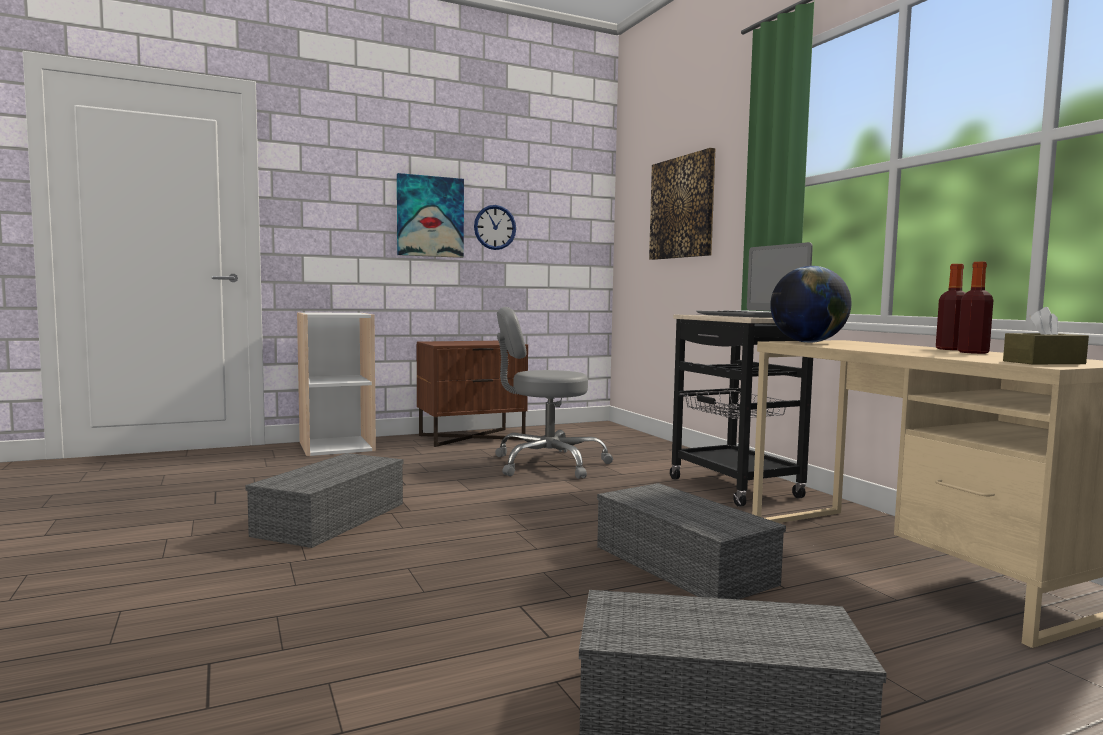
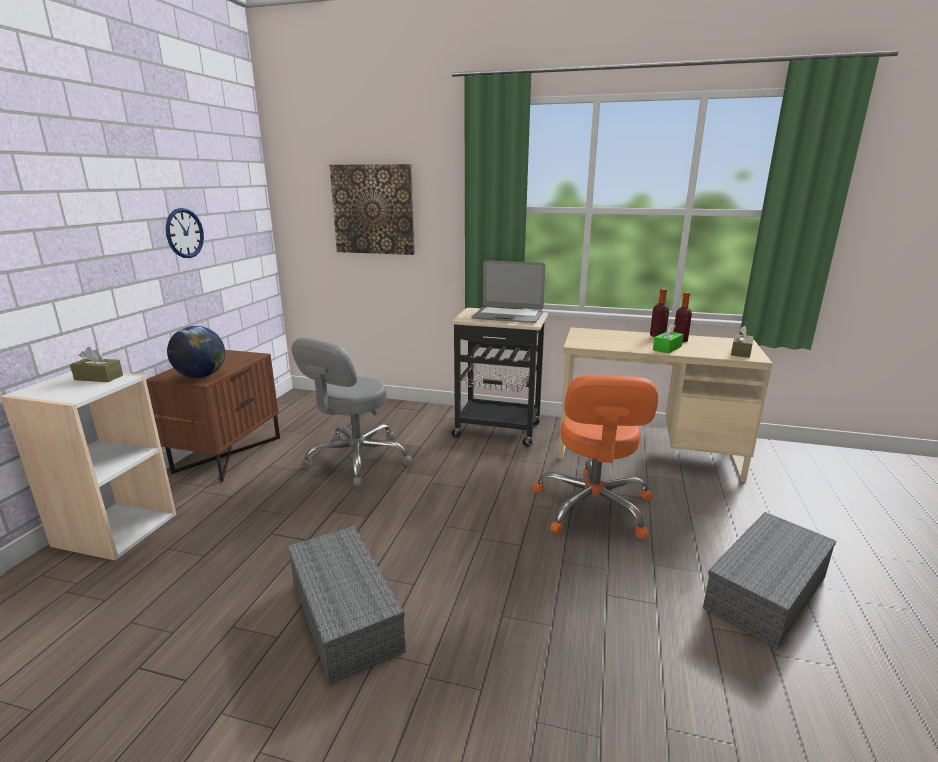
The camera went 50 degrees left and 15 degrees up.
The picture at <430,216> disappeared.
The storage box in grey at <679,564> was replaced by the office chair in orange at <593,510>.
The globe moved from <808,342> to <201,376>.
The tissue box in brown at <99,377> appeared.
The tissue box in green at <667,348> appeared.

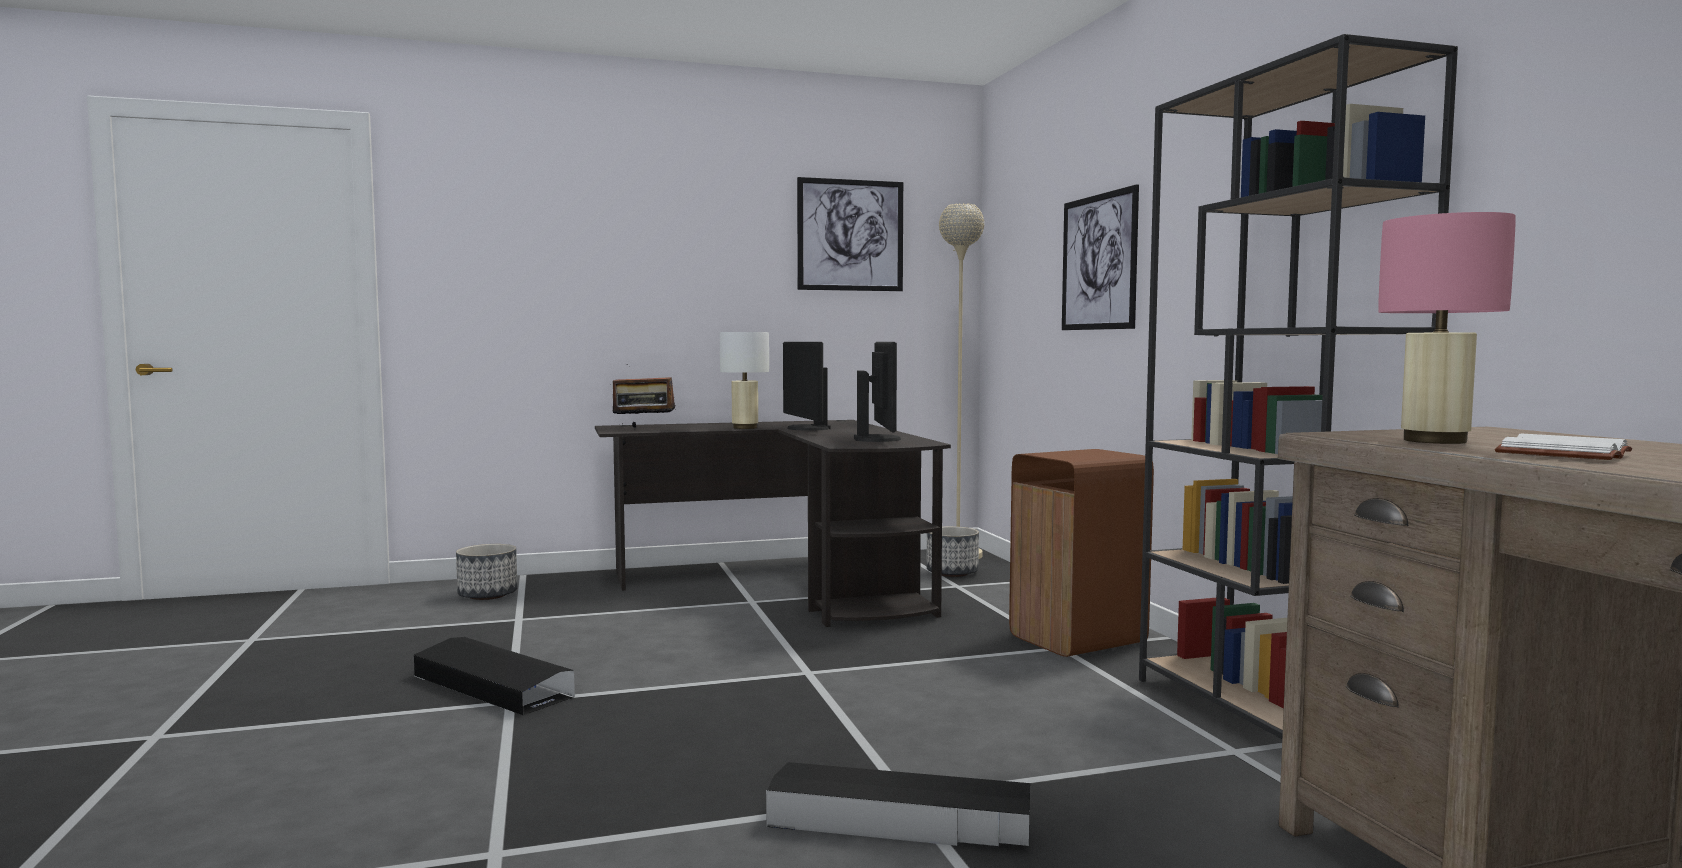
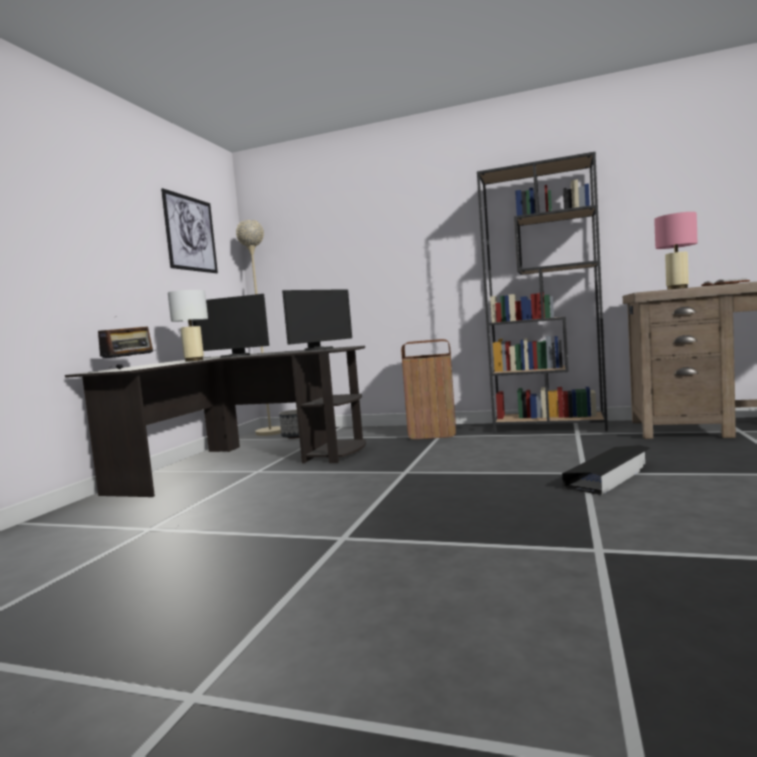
The camera went 55 degrees left and 0 degrees up.
The storage box in black at <492,686> disappeared.
The planter at <488,595> disappeared.
The monitor at <879,439> turned 105 degrees clockwise.
The picture at <1098,262> disappeared.

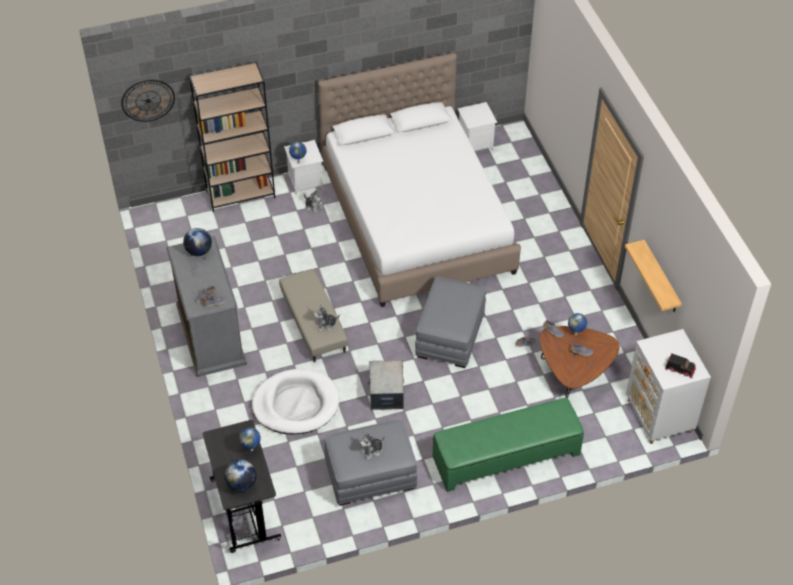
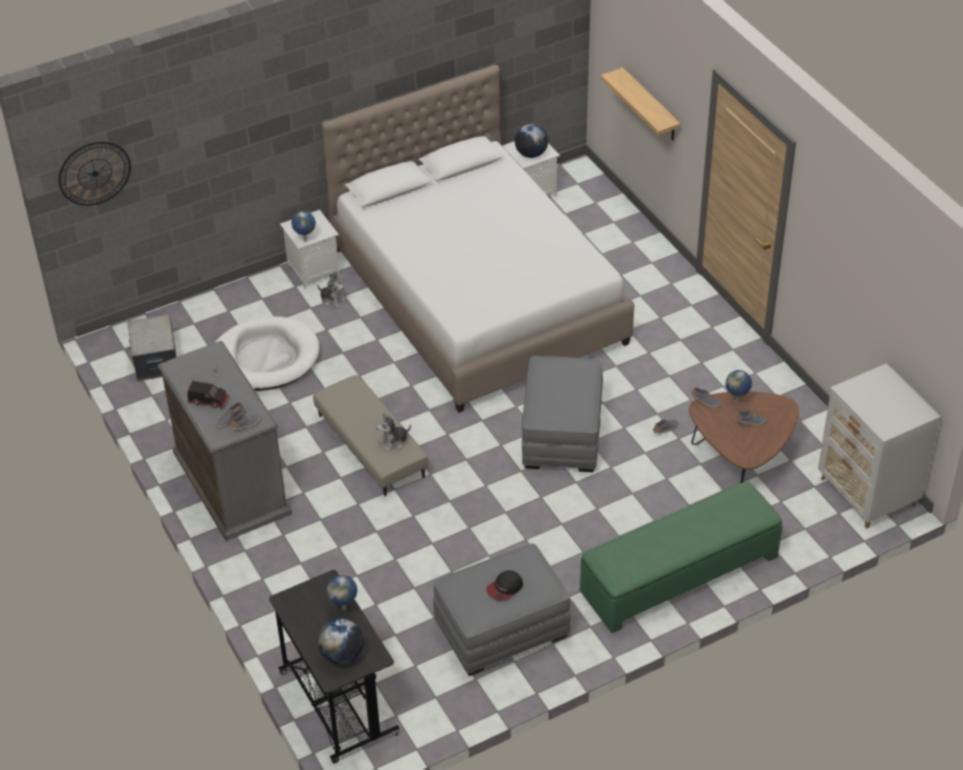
The camera went 10 degrees left and 5 degrees down.
The globe moved from <199,251> to <531,154>.
The bookcase in beige at <241,194> disappeared.
The dog bed in white moved from <296,404> to <264,358>.
The plush toy at <372,450> was replaced by the cap at <505,588>.
The storage box moved from <386,393> to <155,360>.
The shelf moved from <661,278> to <650,106>.
The toy truck moved from <680,369> to <208,400>.

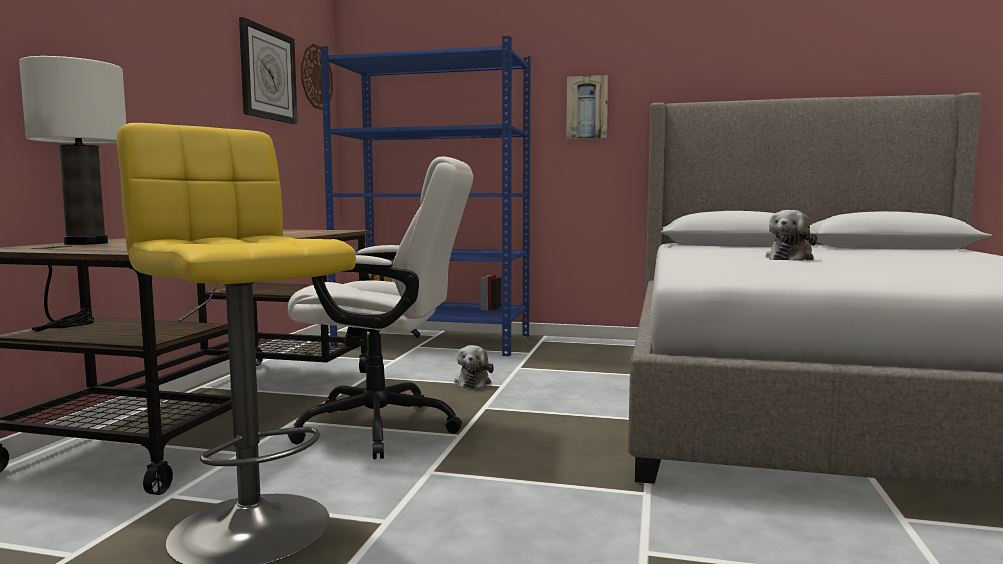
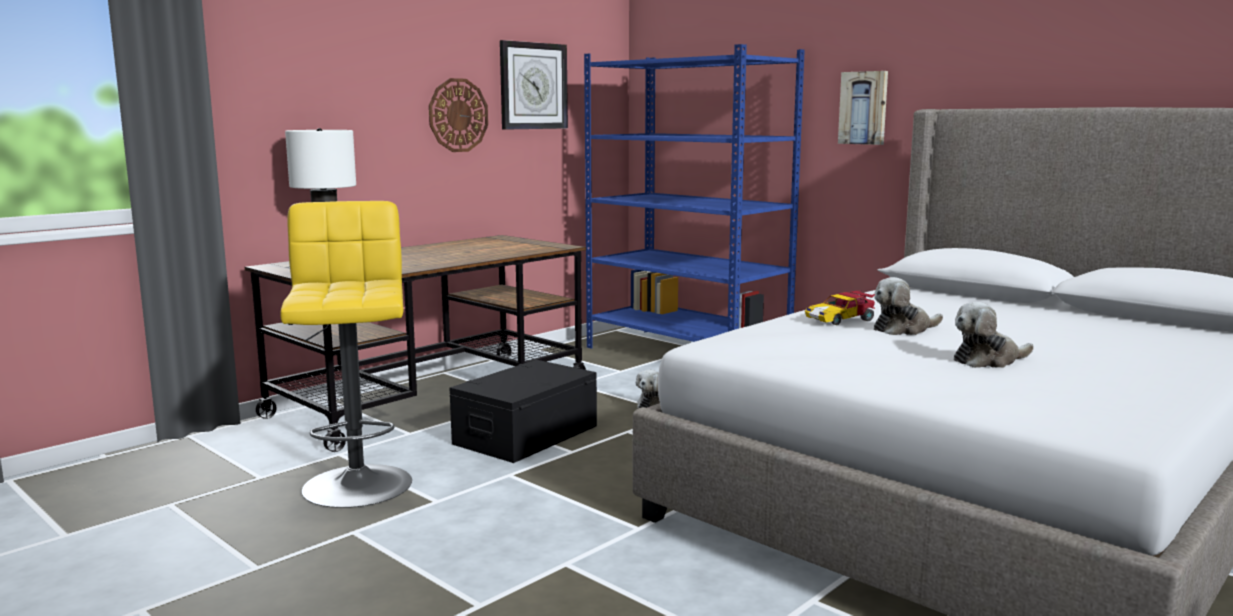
The camera went 30 degrees right and 5 degrees up.
The office chair in white at <386,429> was replaced by the storage box in black at <526,435>.
The wall clock moved from <316,77> to <458,115>.
The toy car at <841,320> appeared.
The plush toy at <988,361> appeared.

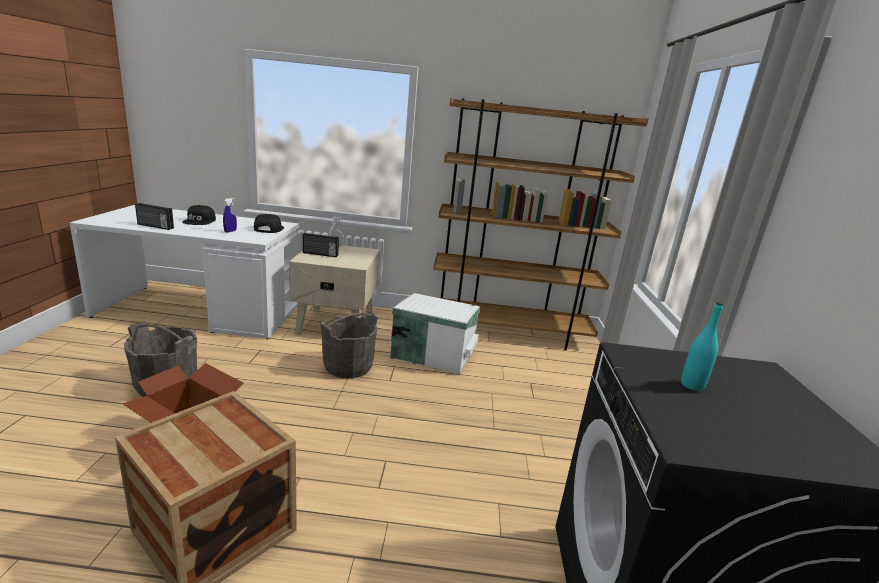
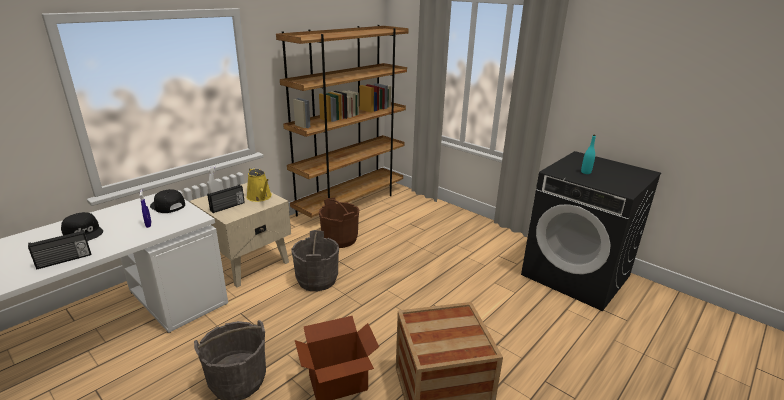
The camera went 50 degrees left and 5 degrees up.
The storage box in white at <433,352> was replaced by the bucket in brown at <339,239>.
The watering can in yellow at <260,197> appeared.

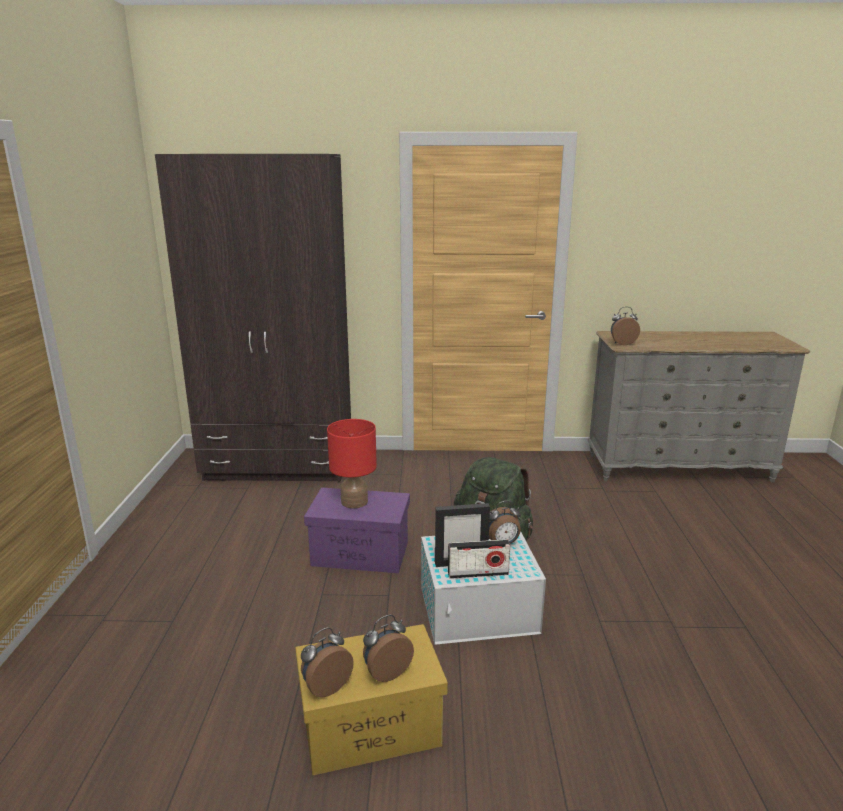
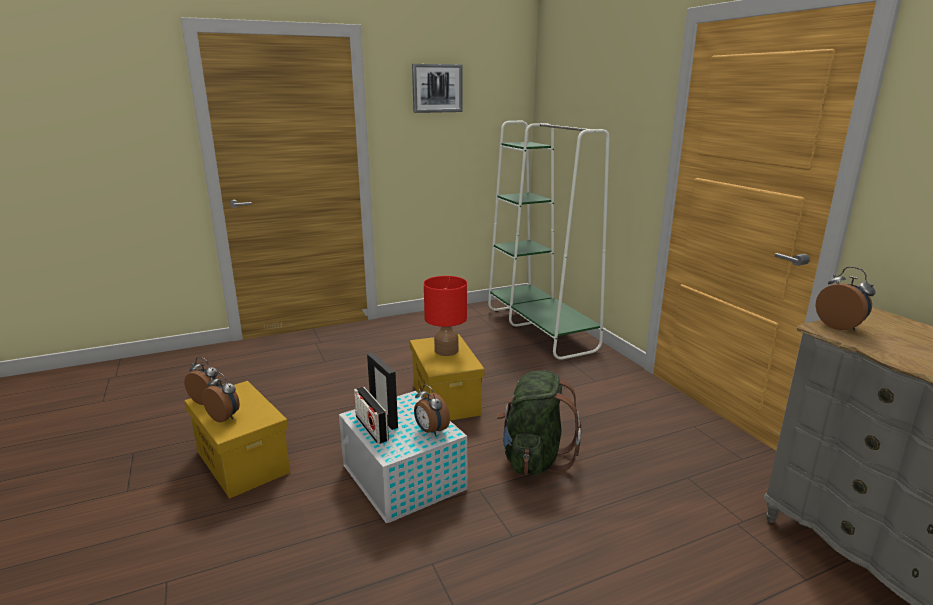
The camera went 65 degrees right and 0 degrees up.
The wardrobe in brown at <279,467> was replaced by the clothes rack in green at <540,330>.
The storage box in purple at <361,553> became the storage box in yellow at <446,399>.
The picture at <437,88> appeared.

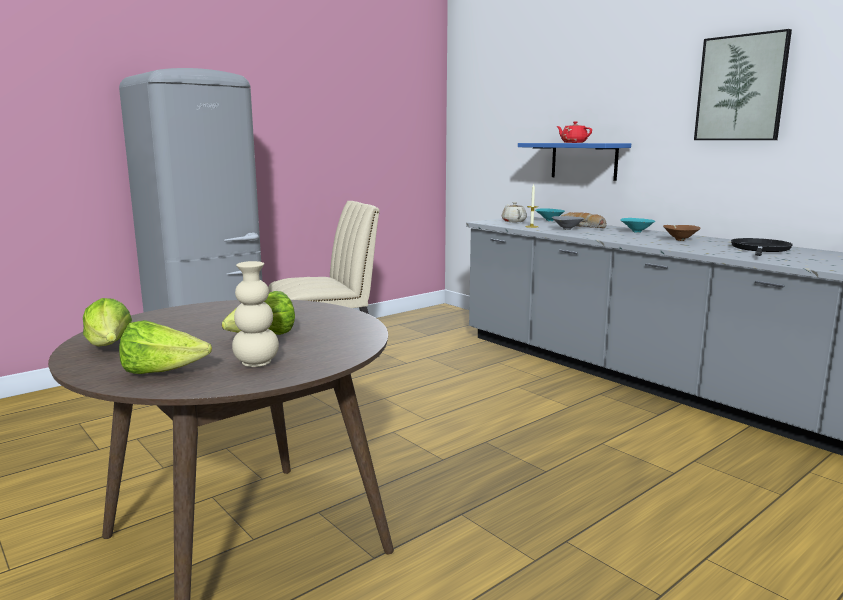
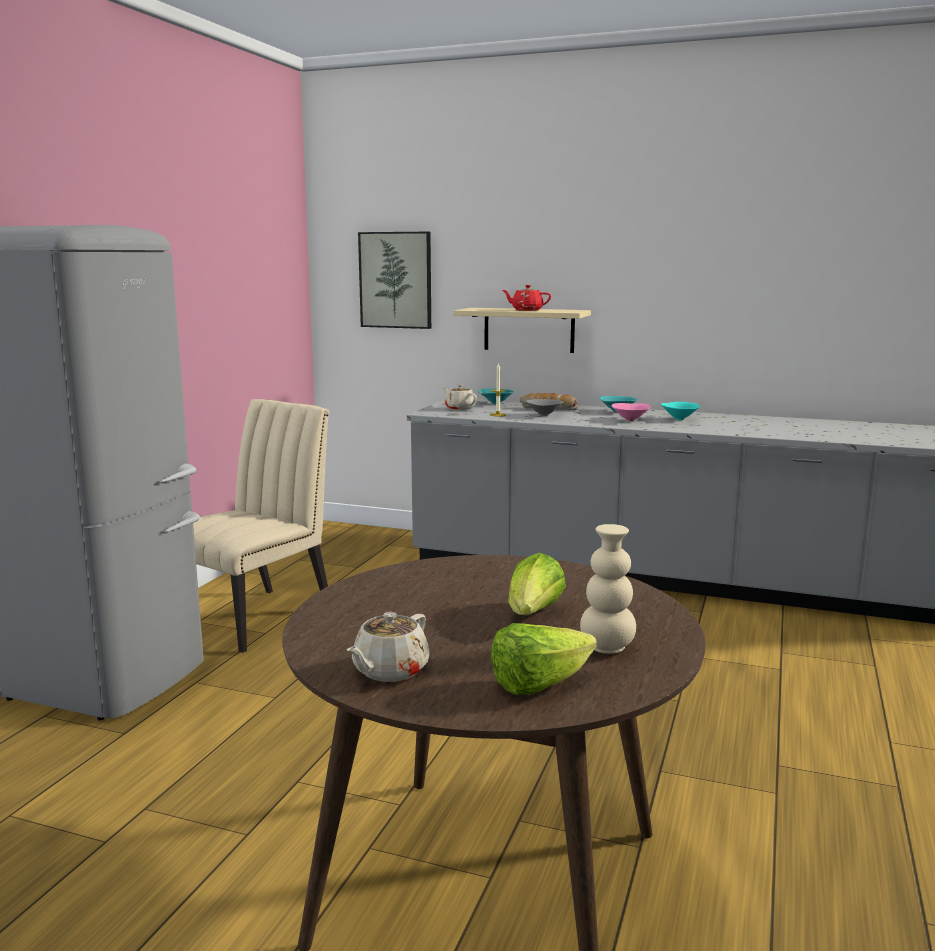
The camera went 30 degrees left and 0 degrees up.
The lettuce at <109,347> was replaced by the teapot in beige at <389,671>.
The shelf in blue at <584,161> became the shelf in beige at <529,330>.
The bowl in brown at <680,240> became the bowl in turquoise at <678,419>.
The picture moved from <741,88> to <396,280>.
The frying pan in black at <760,249> disappeared.
The bowl in pink at <630,420> appeared.

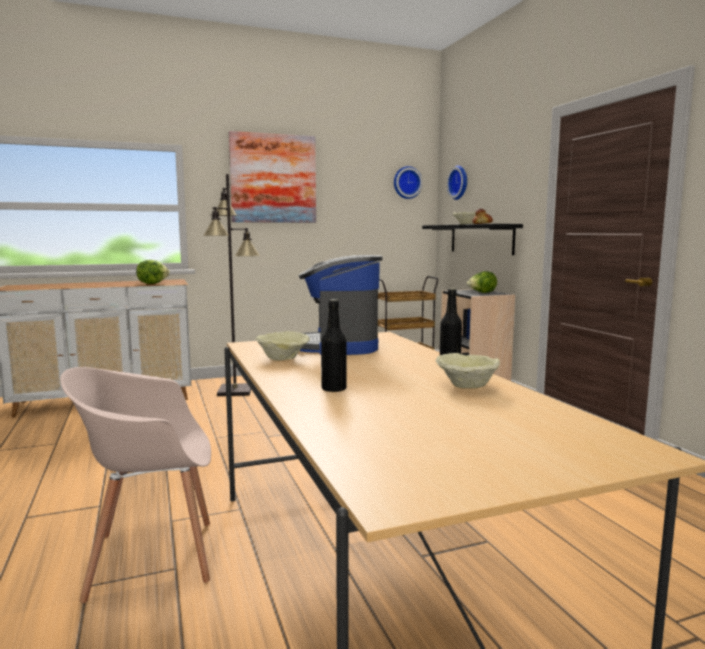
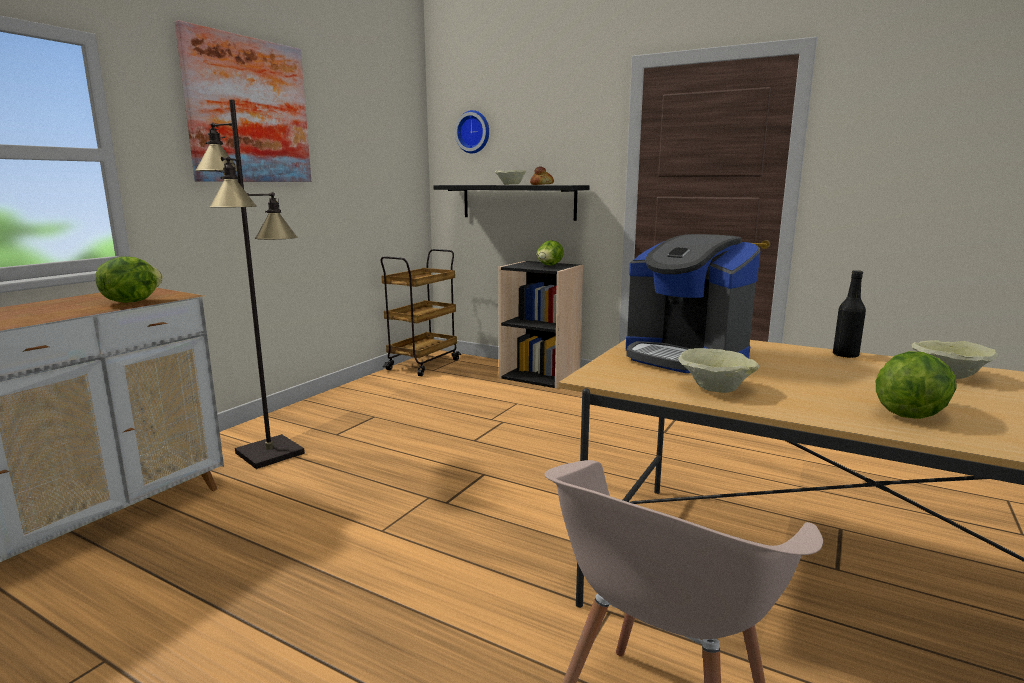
The camera went 40 degrees left and 5 degrees up.
The bottle in black at <334,389> was replaced by the lettuce at <911,412>.
The wall clock at <406,182> disappeared.

